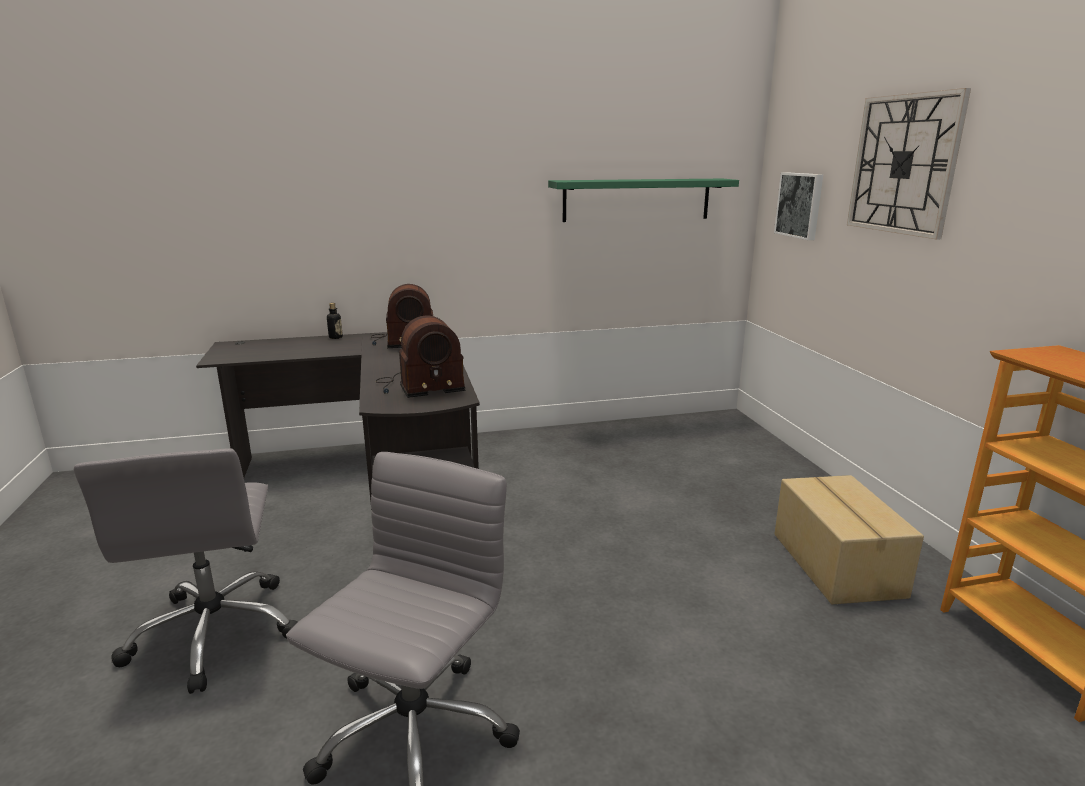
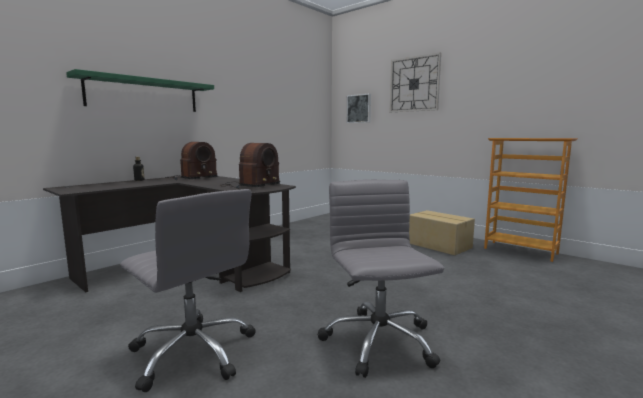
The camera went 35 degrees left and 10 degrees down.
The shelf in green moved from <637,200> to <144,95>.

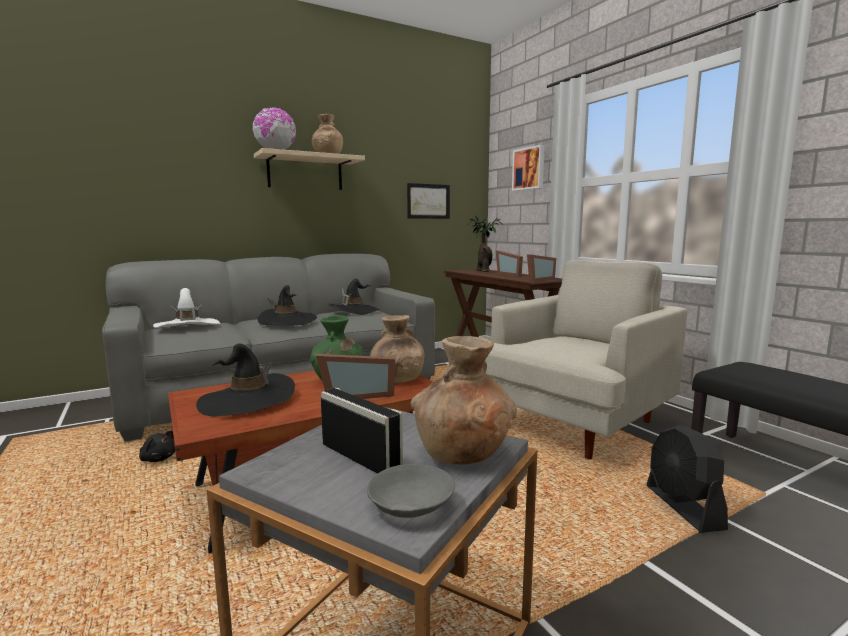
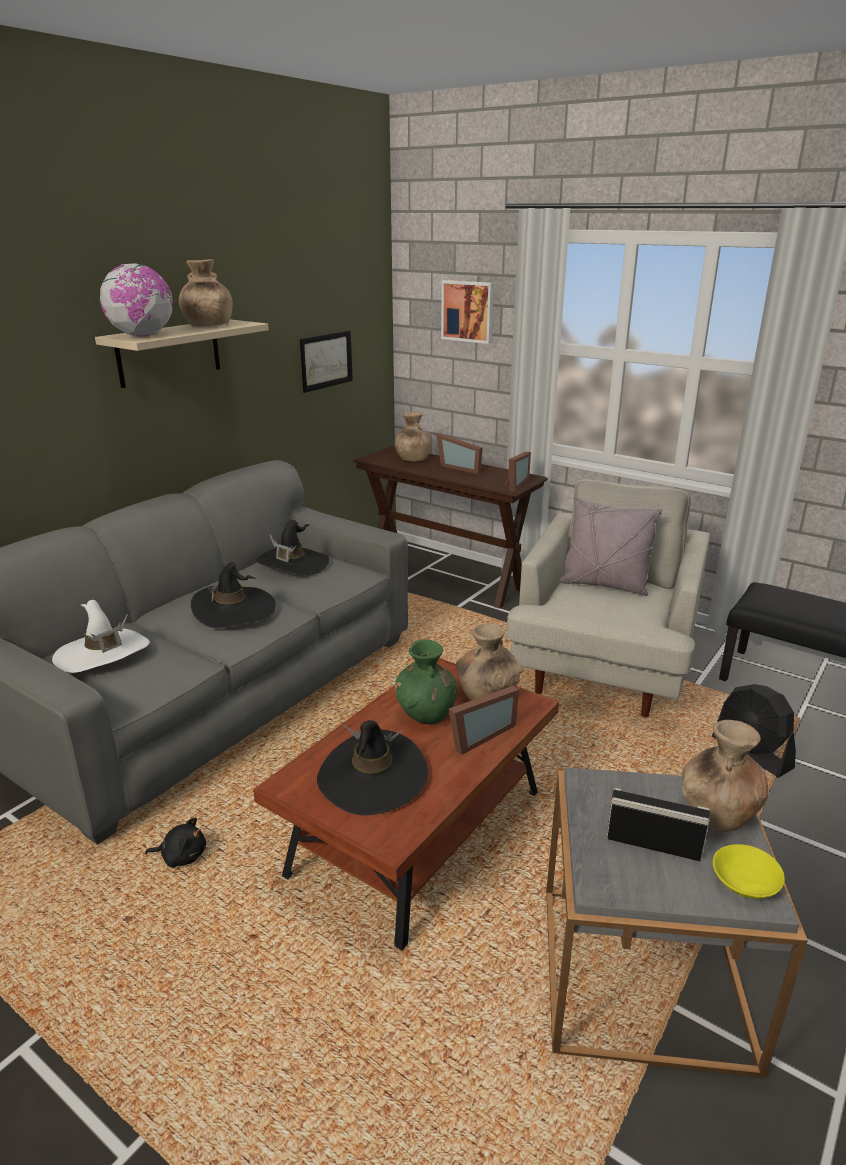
The camera went 25 degrees left and 15 degrees up.
The bowl in grey at <409,505> became the bowl in yellow at <745,882>.
The potted plant at <483,271> was replaced by the vase in brown at <412,459>.
The pillow in purple at <604,585> appeared.

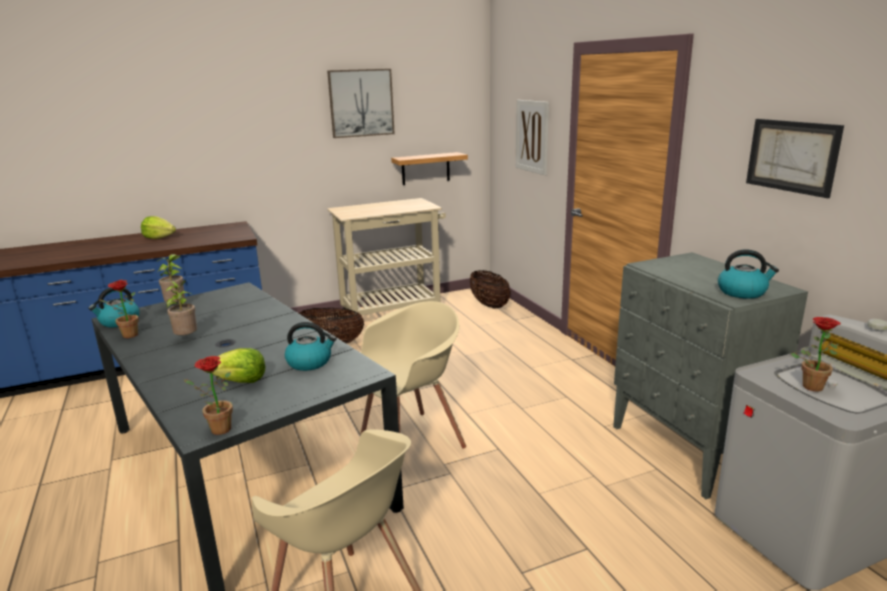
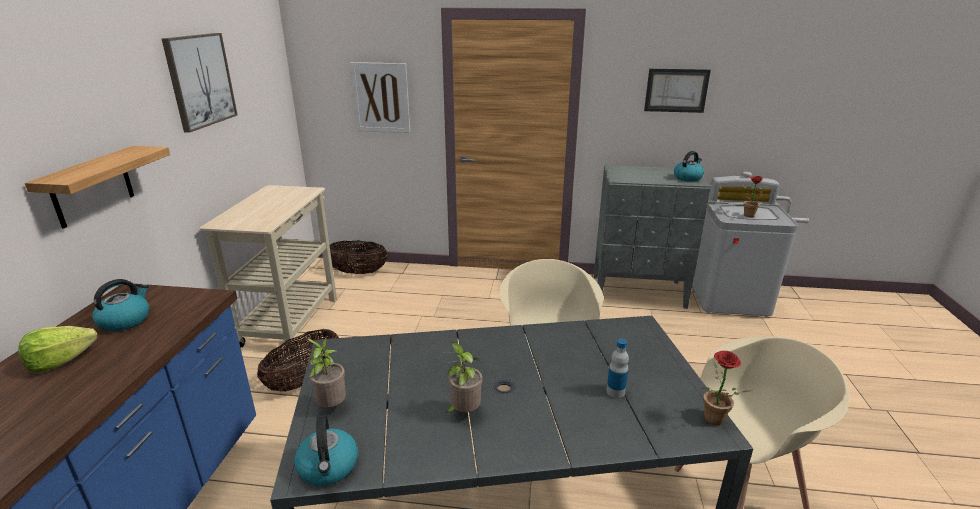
The camera went 60 degrees left and 5 degrees up.
The potted plant at <126,335> disappeared.
The lettuce at <240,381> was replaced by the bottle at <615,391>.
The kettle moved from <310,362> to <125,320>.
The shelf moved from <425,168> to <92,187>.

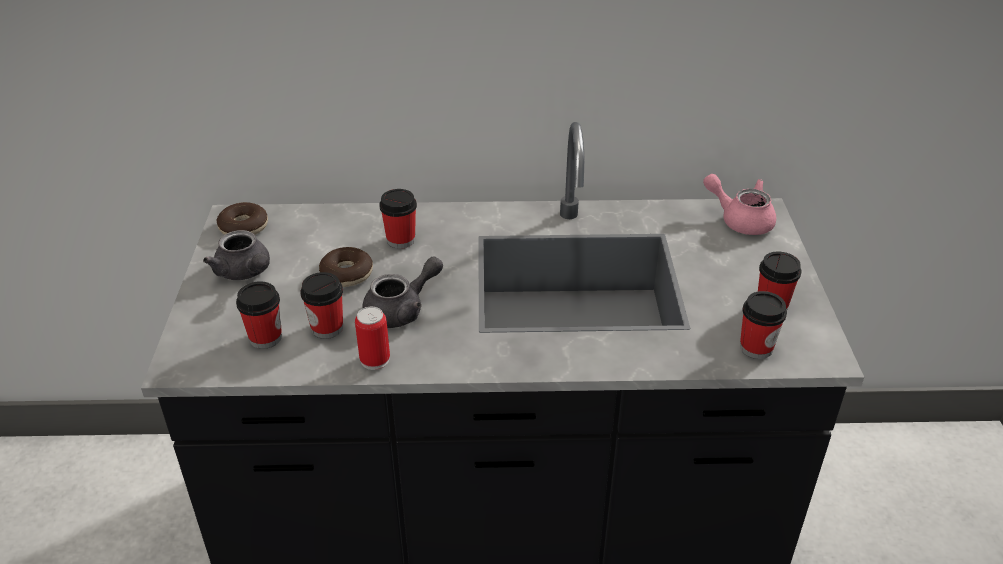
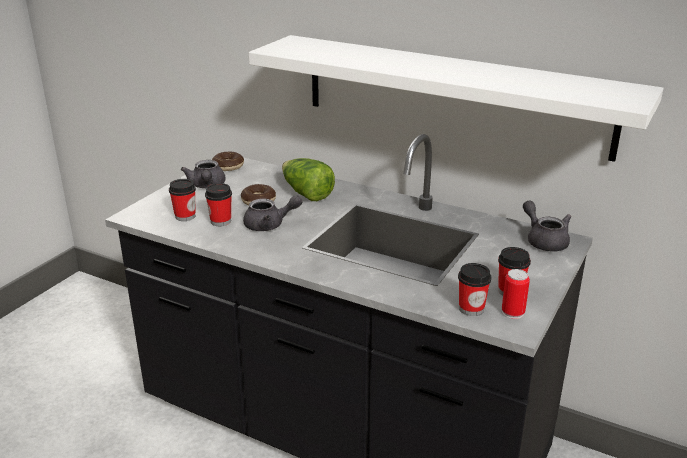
The camera went 30 degrees right and 10 degrees down.
The can moved from <375,360> to <513,312>.
The cup at <400,240> was replaced by the lettuce at <306,193>.
The teapot in pink at <740,220> became the teapot in grey at <544,240>.
The shelf in white at <453,95> appeared.

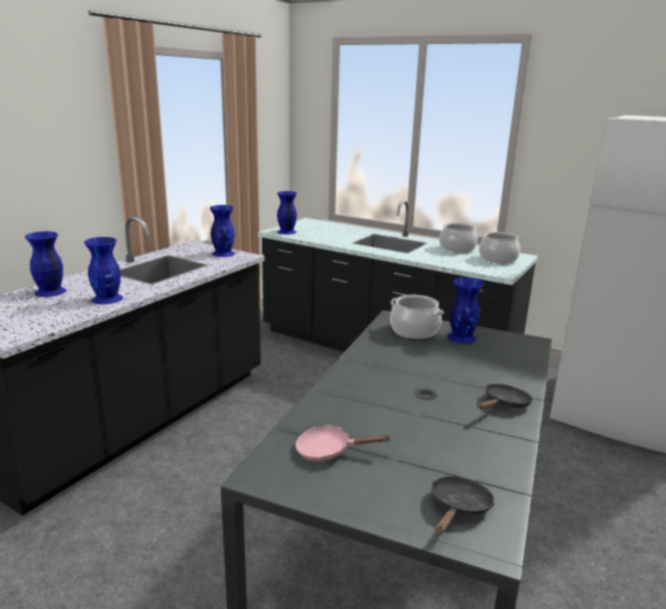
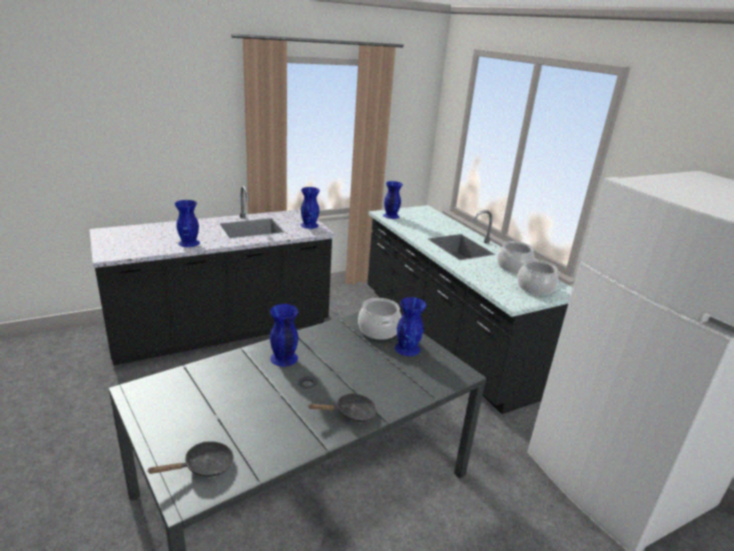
The camera went 30 degrees right and 5 degrees up.
The vase in blue moved from <50,292> to <283,358>.
The frying pan in pink at <329,450> disappeared.

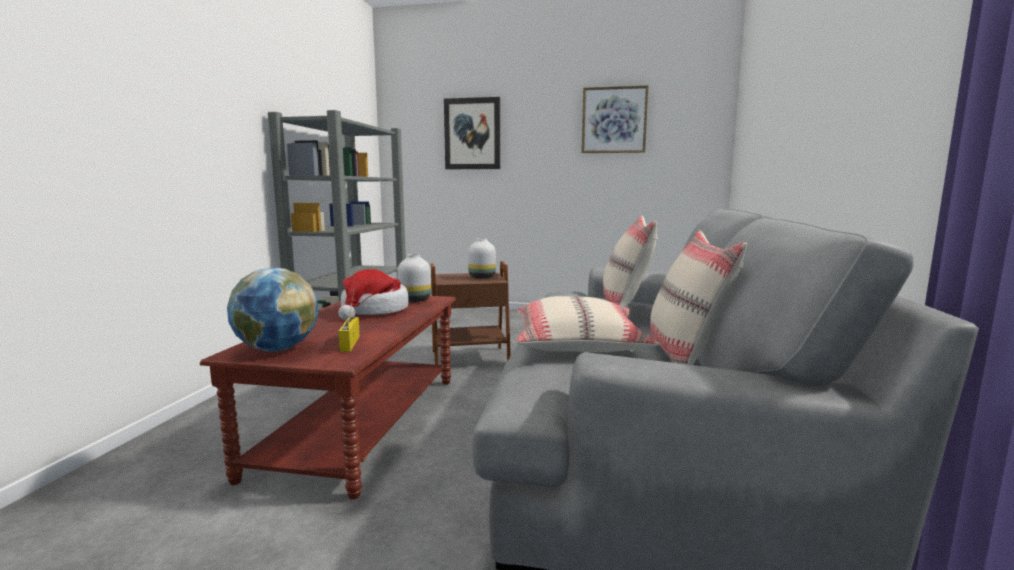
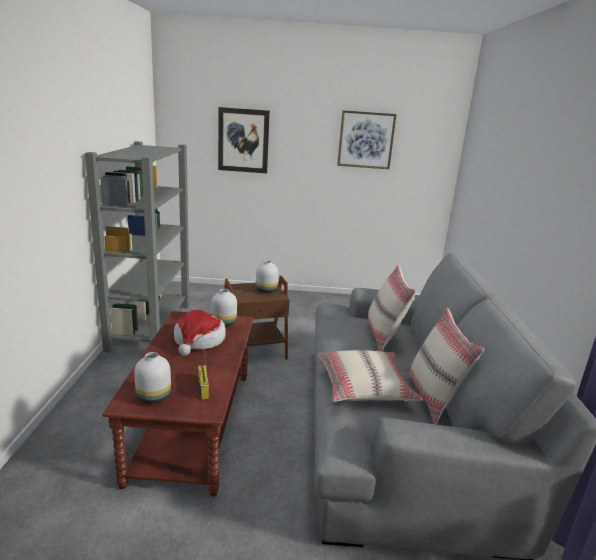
The camera went 10 degrees left and 10 degrees up.
The globe at <277,349> was replaced by the vase in white at <152,397>.

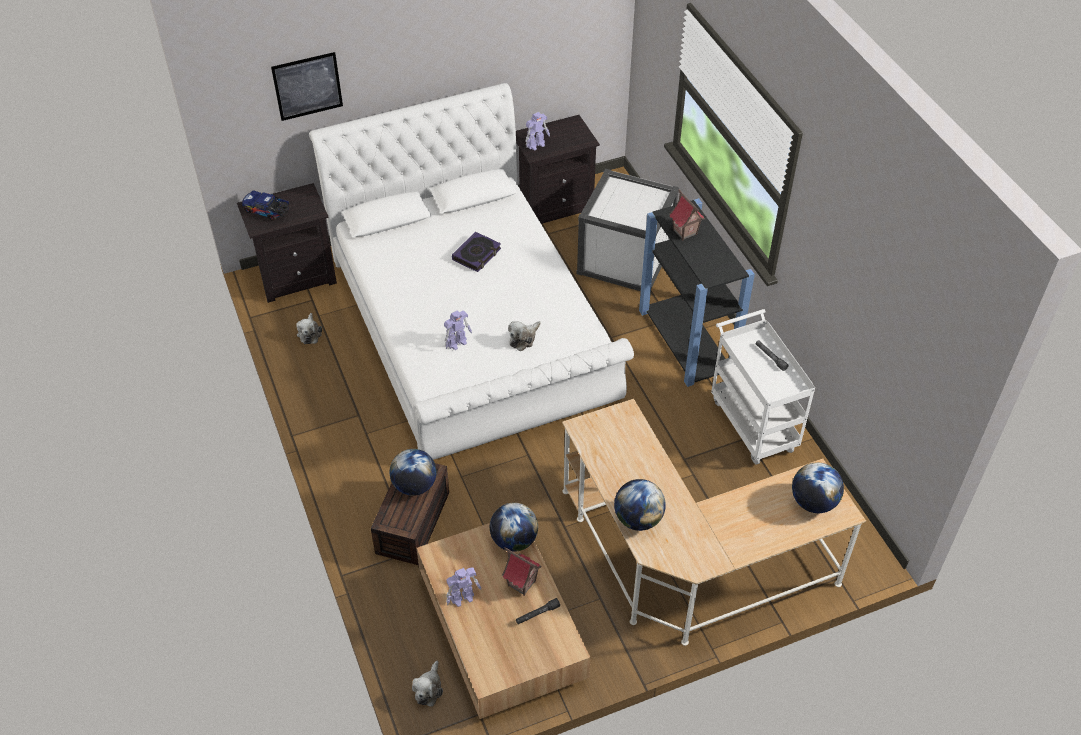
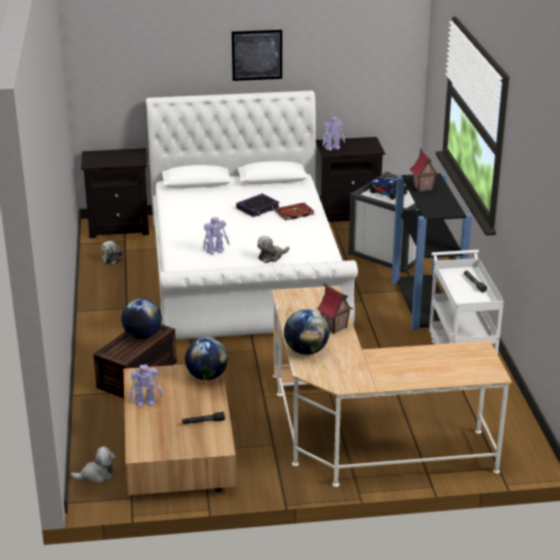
The camera went 15 degrees right and 20 degrees down.
The toy truck moved from <267,211> to <388,194>.
The picture moved from <307,86> to <257,55>.
The plush toy at <428,688> turned 135 degrees counterclockwise.
The toy house moved from <521,584> to <334,327>.
The globe at <813,502> disappeared.
The book at <294,213> appeared.

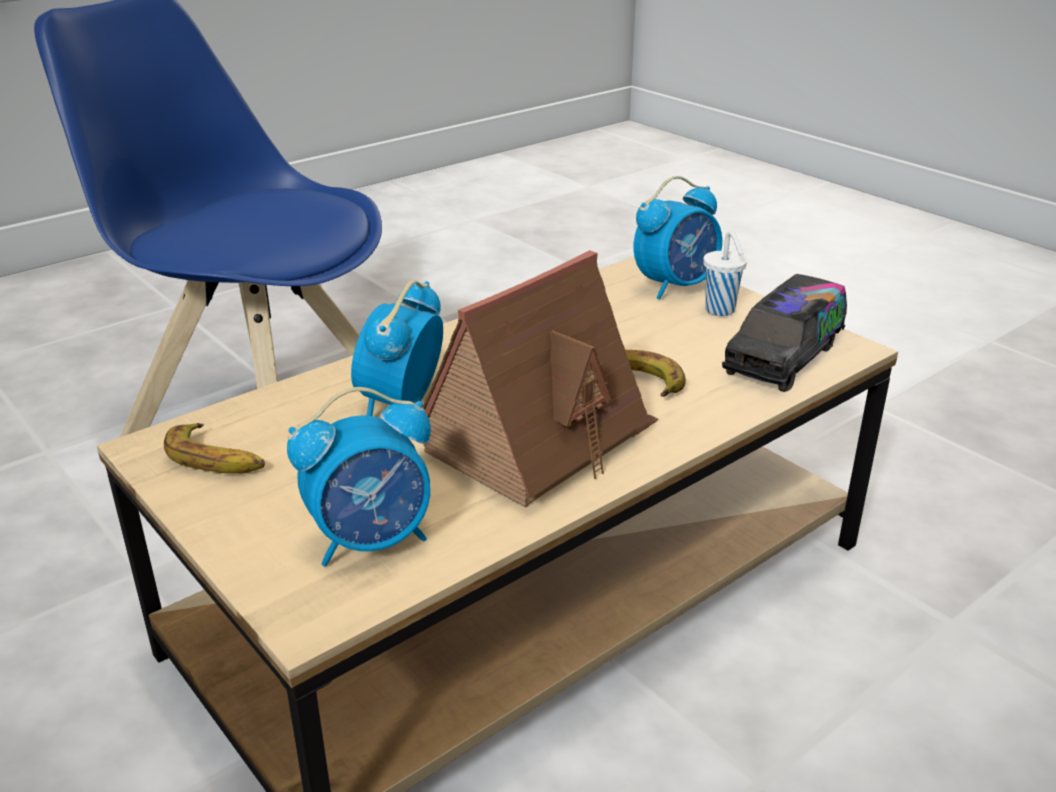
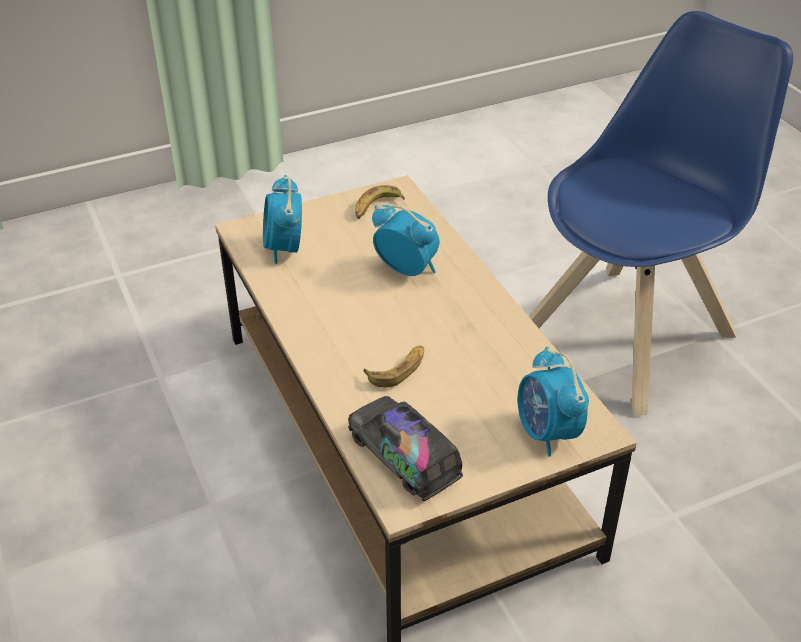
The camera went 105 degrees right and 10 degrees up.
The toy house at <540,439> disappeared.
The cup in white at <721,311> disappeared.

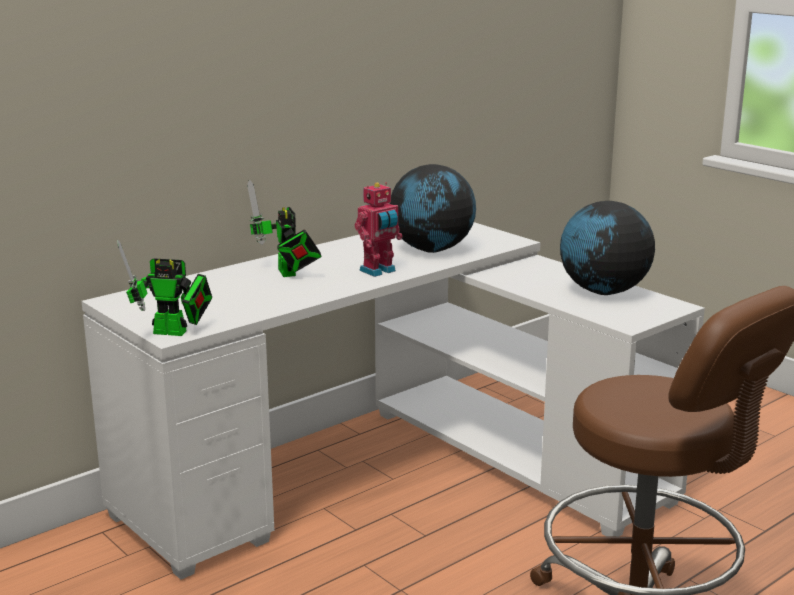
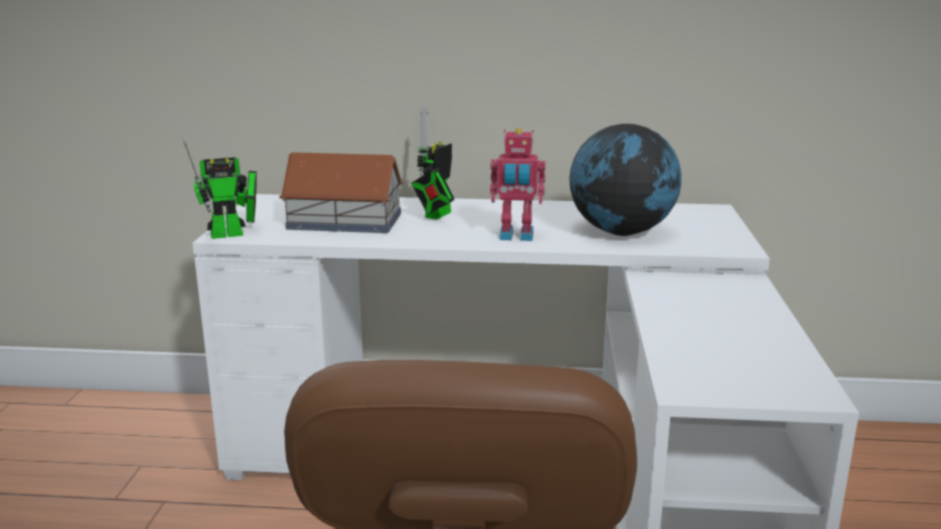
The camera went 45 degrees right and 0 degrees up.
The toy robot at <175,332> turned 75 degrees counterclockwise.
The globe at <603,292> disappeared.
The toy house at <346,221> appeared.

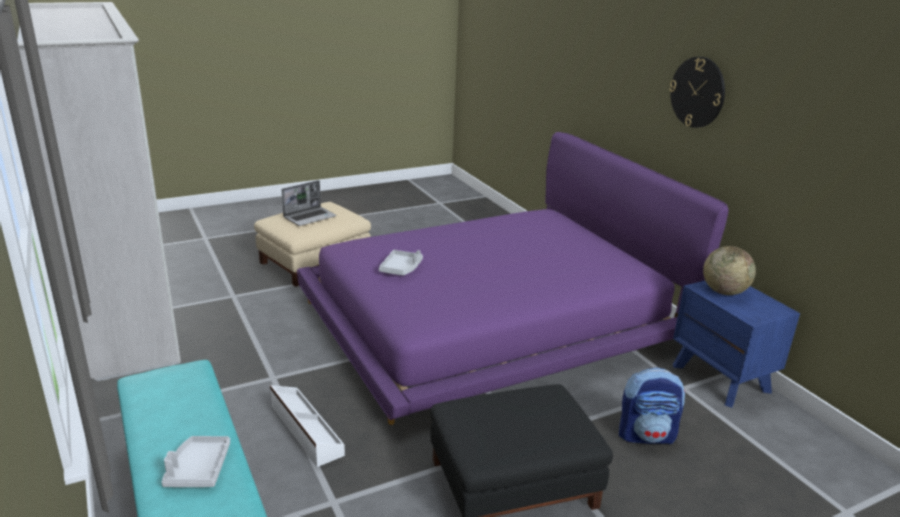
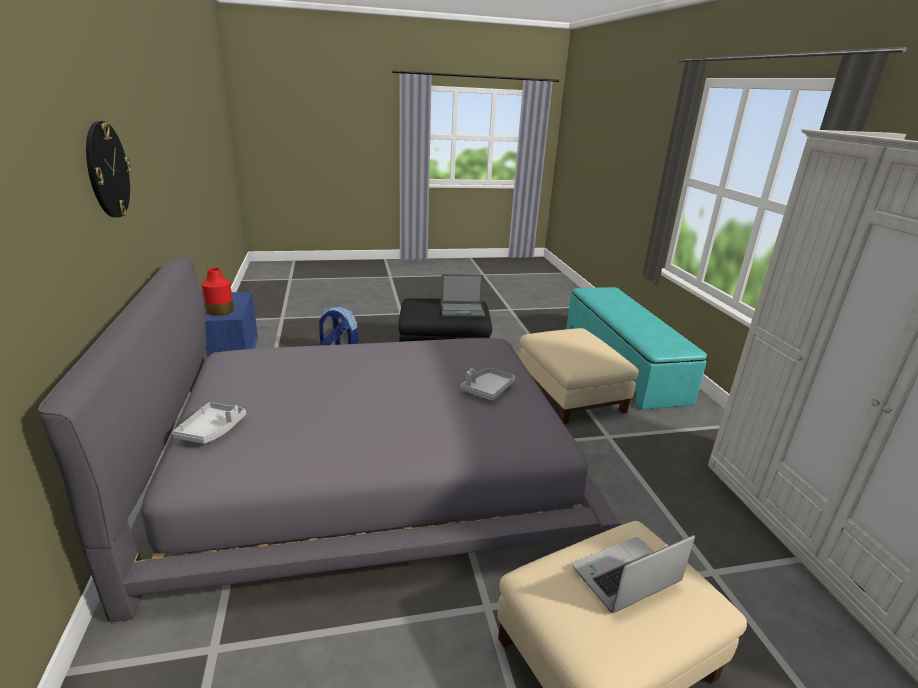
The camera went 165 degrees left and 0 degrees up.
The tray in grey moved from <198,469> to <212,430>.
The storage box in white at <305,431> was replaced by the ottoman in beige at <571,393>.
The bed in purple at <493,320> became the bed in grey at <367,465>.
The globe at <724,292> was replaced by the vase in red at <219,310>.
The laptop at <463,310> appeared.

